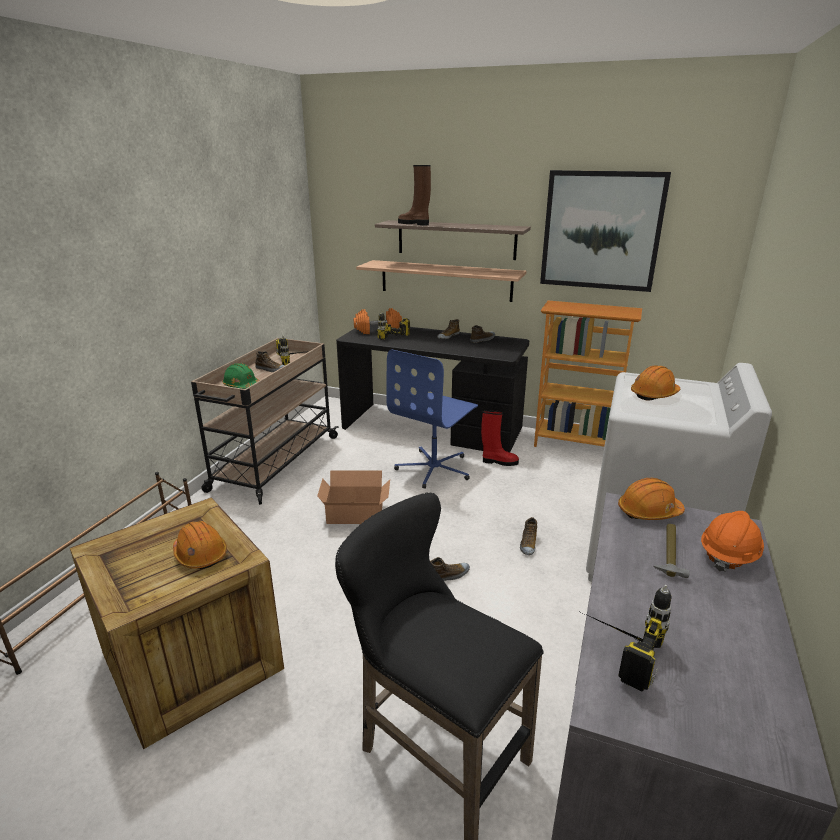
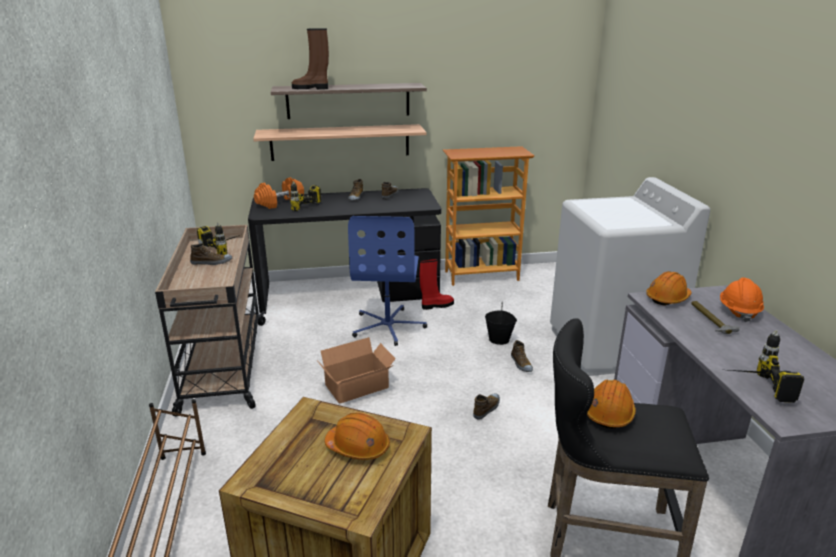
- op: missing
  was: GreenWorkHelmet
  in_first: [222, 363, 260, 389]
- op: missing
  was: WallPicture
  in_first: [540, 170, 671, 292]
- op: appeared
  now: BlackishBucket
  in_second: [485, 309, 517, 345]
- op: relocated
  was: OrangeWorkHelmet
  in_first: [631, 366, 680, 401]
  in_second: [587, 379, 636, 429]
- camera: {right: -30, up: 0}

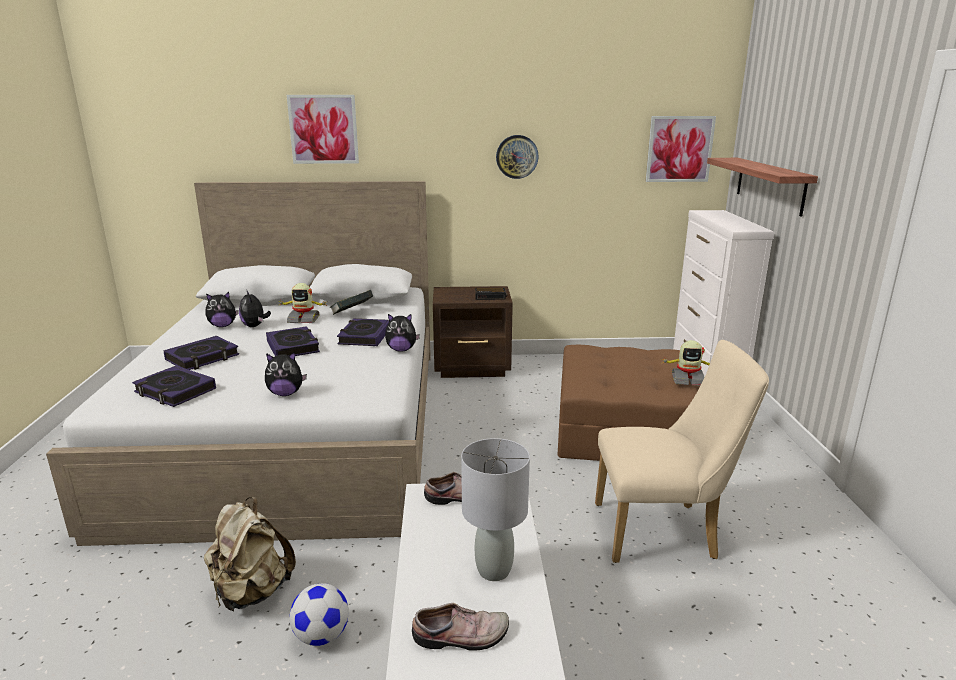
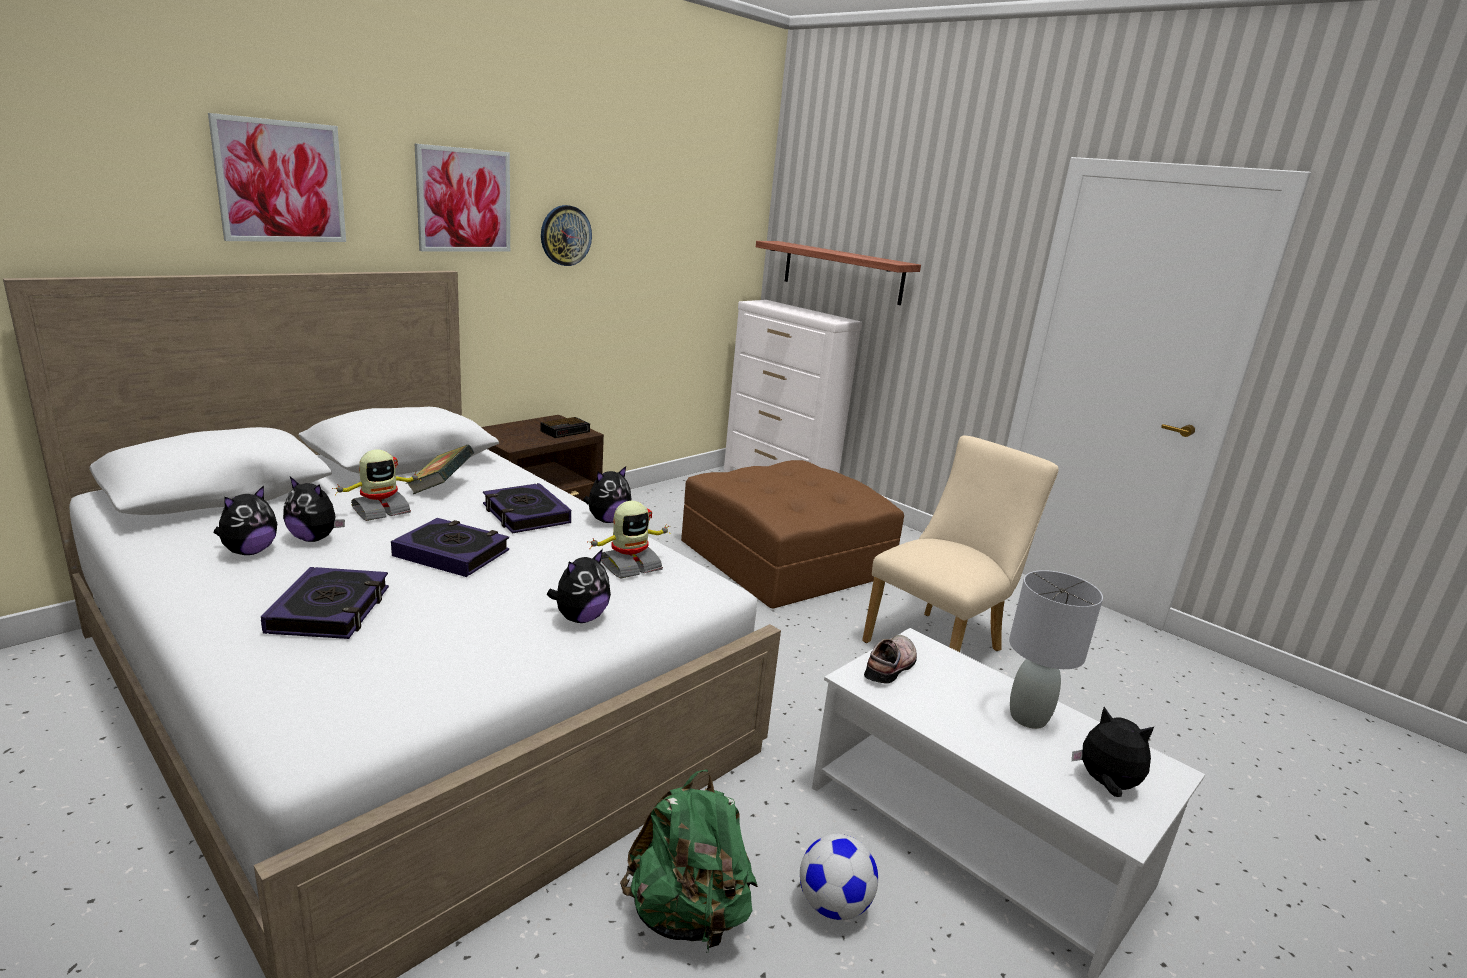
- op: missing
  was: Book
  in_first: [132, 366, 216, 407]
- op: relocated
  was: WallPicture
  in_first: [645, 116, 716, 182]
  in_second: [414, 143, 510, 251]
- op: relocated
  was: ToyRobot
  in_first: [662, 340, 710, 386]
  in_second: [589, 501, 671, 578]
- op: exchanged
  was: Shoe
  now: PlushToy
  in_first: [412, 603, 509, 651]
  in_second: [1072, 707, 1154, 797]
- op: colour
  was: BeigeColouredBackpack
  now: GreenBackpack
  in_first: [204, 497, 296, 611]
  in_second: [620, 769, 758, 951]
- camera: {right: -45, up: 0}

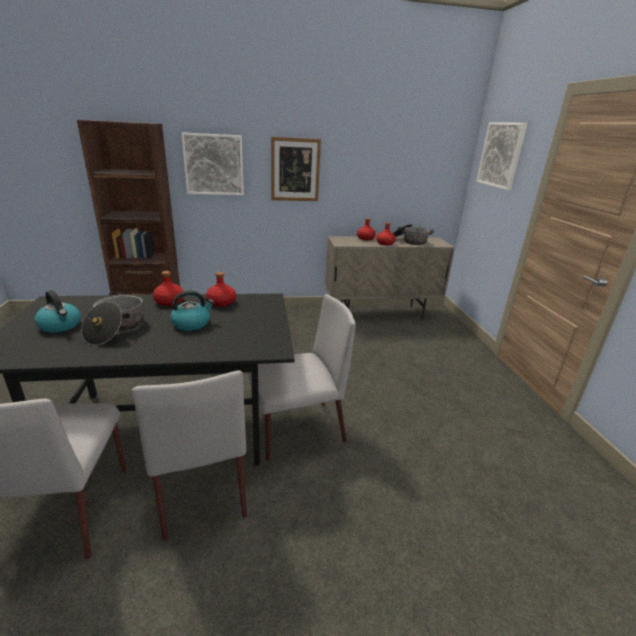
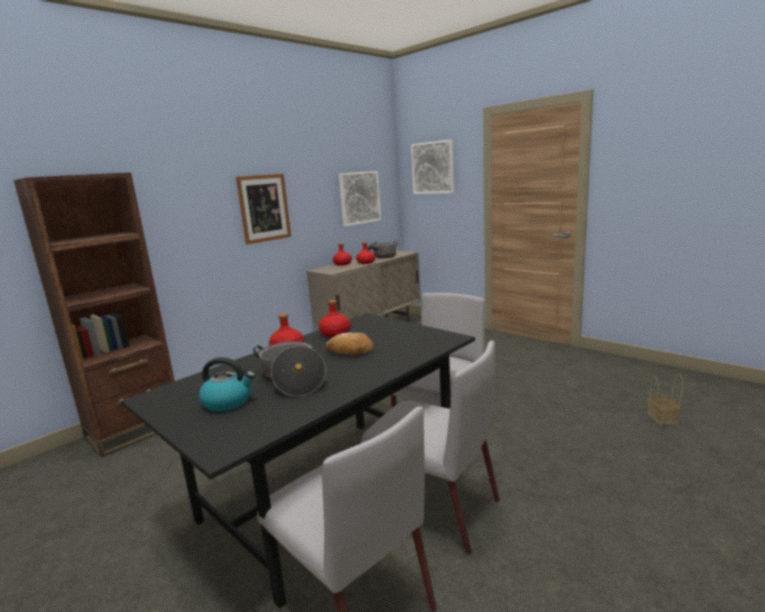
- op: appeared
  now: StorageBasket
  in_second: [648, 374, 683, 425]
- op: relocated
  was: WallPicture
  in_first: [181, 132, 244, 195]
  in_second: [338, 171, 381, 226]
- op: exchanged
  was: Kettle
  now: Bread
  in_first: [170, 290, 214, 331]
  in_second: [326, 332, 374, 355]
- camera: {right: -35, up: -10}

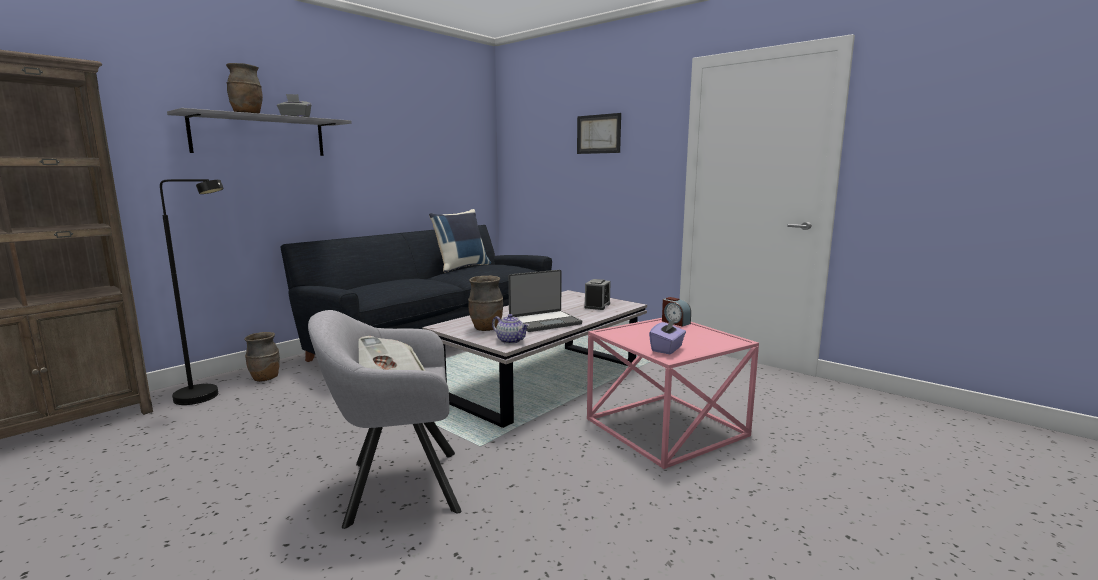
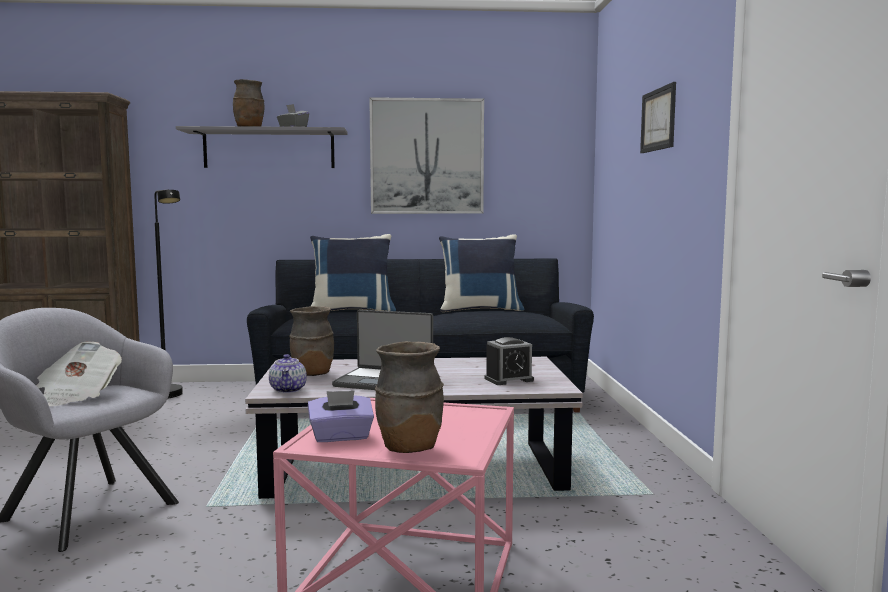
- op: missing
  was: AlarmClock
  in_first: [662, 297, 691, 327]
- op: appeared
  now: BluePillow
  in_second: [310, 234, 396, 311]
- op: appeared
  now: WallPicture
  in_second: [369, 97, 484, 214]
- op: relocated
  was: BrownVase
  in_first: [244, 332, 280, 382]
  in_second: [375, 341, 444, 453]
- camera: {right: 45, up: -5}

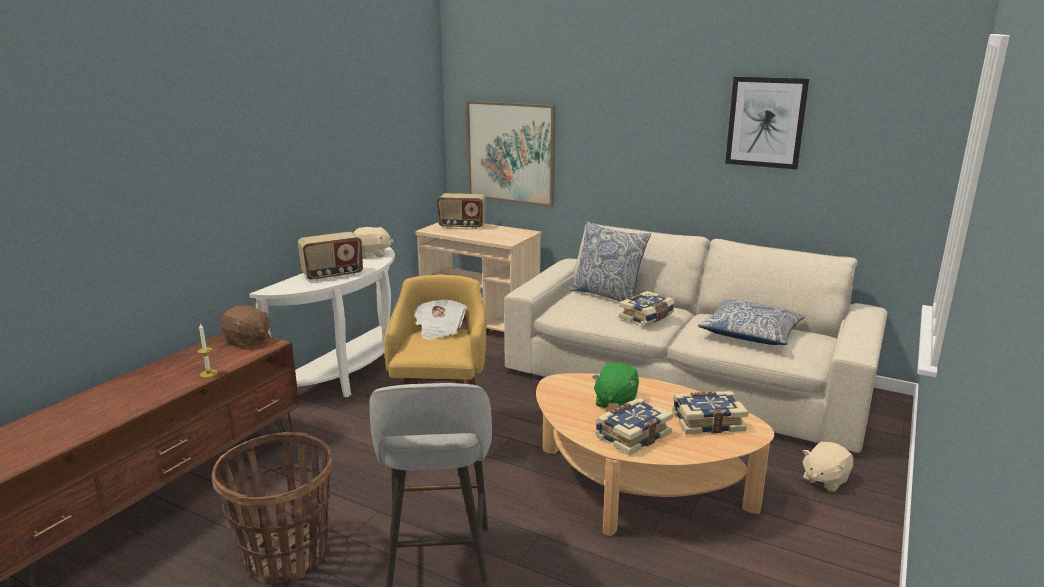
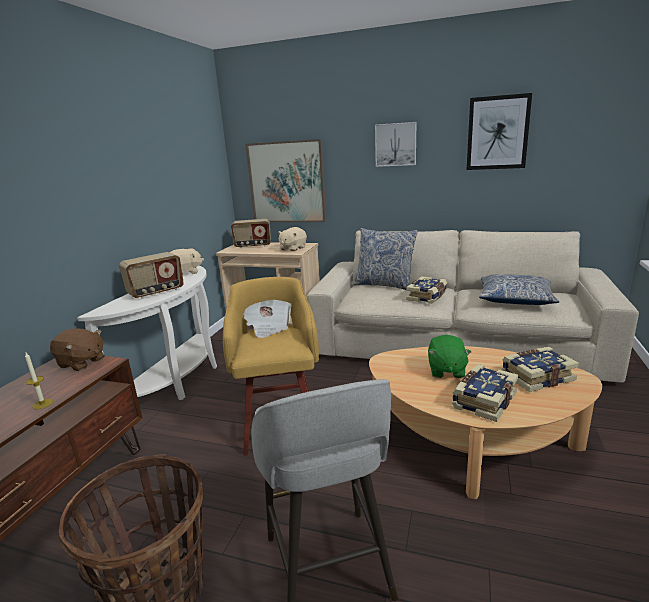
- op: appeared
  now: WallPicture
  in_second: [375, 122, 416, 167]
- op: relocated
  was: BeigeColouredPlushToy
  in_first: [802, 442, 853, 492]
  in_second: [278, 227, 307, 251]
- camera: {right: -10, up: 0}

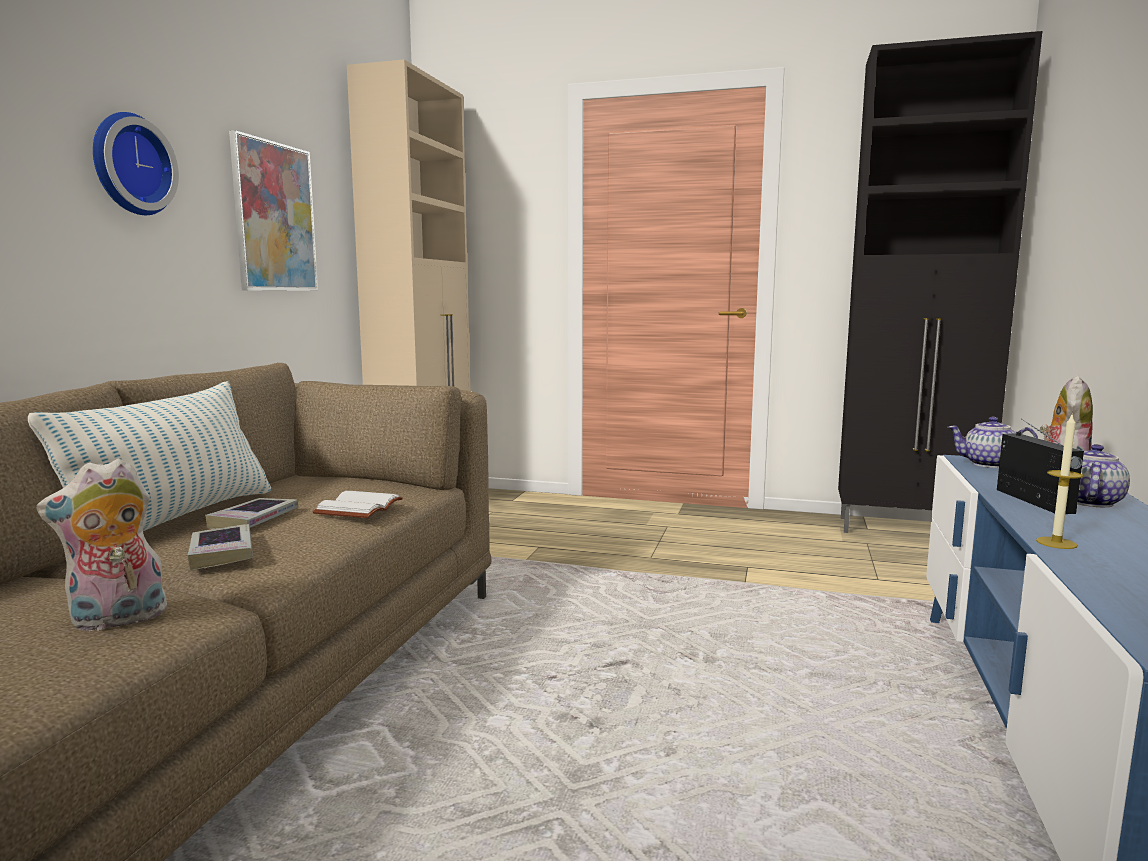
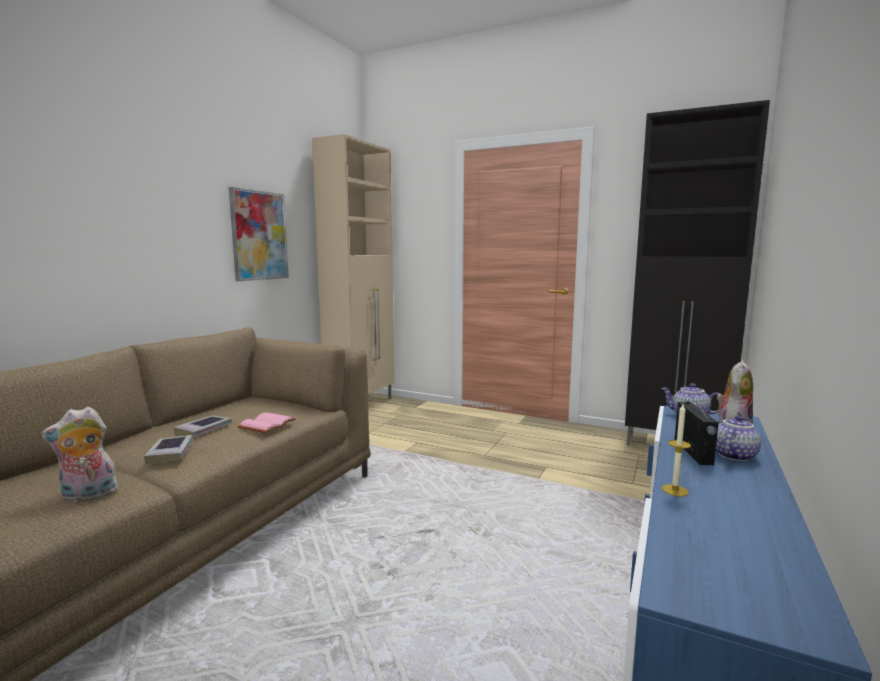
- op: missing
  was: Pillow
  in_first: [28, 381, 271, 531]
- op: missing
  was: ClockOnTheWall
  in_first: [93, 112, 179, 215]
- op: colour
  was: WhitishBook
  now: PinkBook
  in_first: [312, 491, 403, 518]
  in_second: [237, 412, 295, 433]
- camera: {right: 10, up: 0}

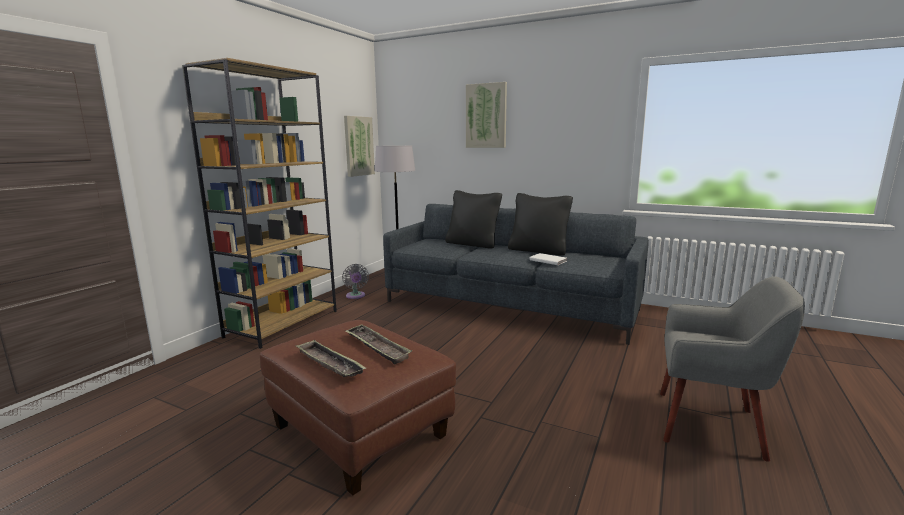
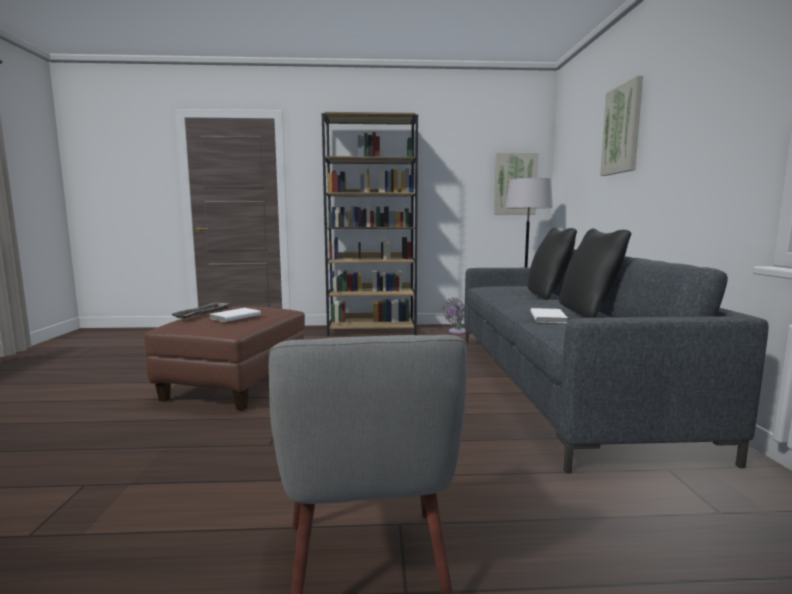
- op: exchanged
  was: CarryingTray
  now: WhitishBook
  in_first: [345, 324, 412, 364]
  in_second: [210, 308, 261, 322]
- camera: {right: 60, up: -5}

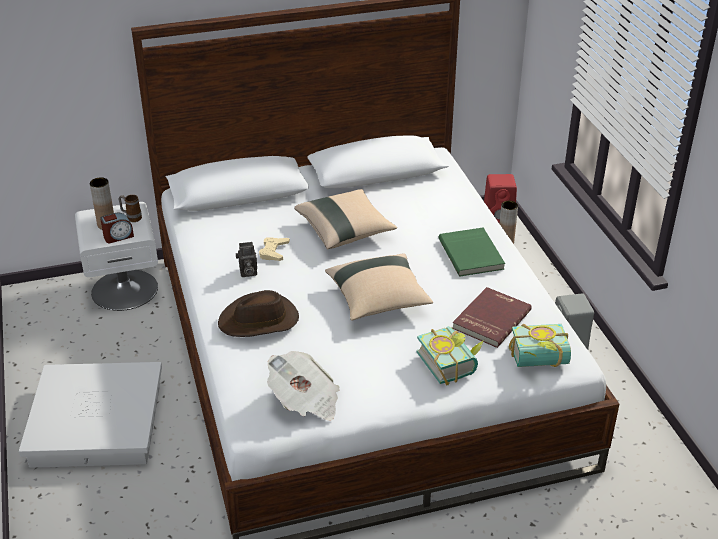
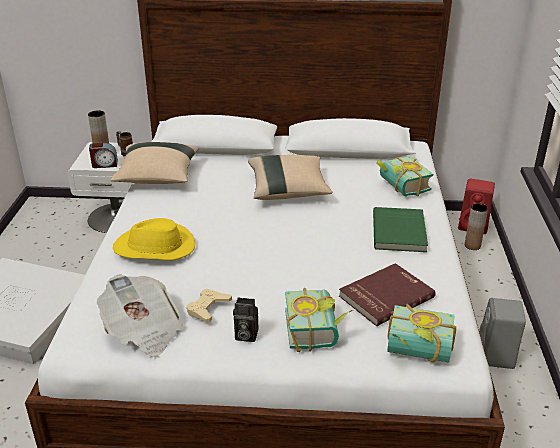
- op: appeared
  now: Book
  in_second: [376, 156, 433, 196]
- op: relocated
  was: StillCamera
  in_first: [236, 242, 257, 277]
  in_second: [233, 297, 259, 342]
- op: relocated
  was: BeigeColouredGameController
  in_first: [259, 237, 290, 261]
  in_second: [186, 289, 232, 322]
- op: relocated
  was: BeigeColouredPillow
  in_first: [325, 254, 433, 321]
  in_second: [110, 142, 198, 184]
- op: colour
  was: BrownHat
  now: YellowHat
  in_first: [218, 290, 299, 337]
  in_second: [113, 218, 195, 260]
- camera: {right: 20, up: -5}

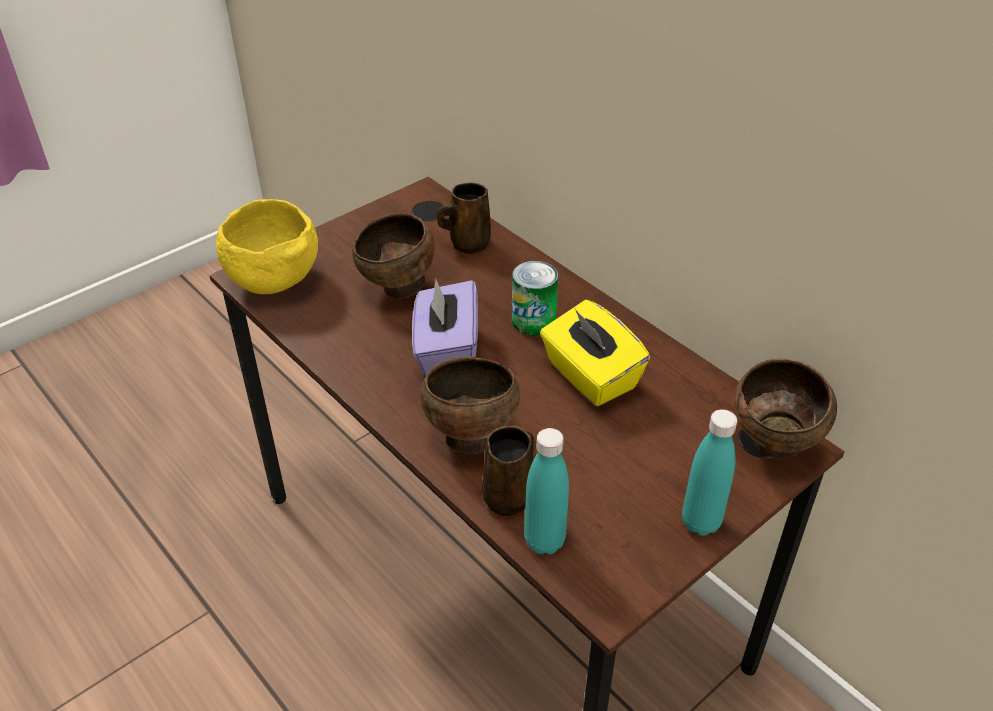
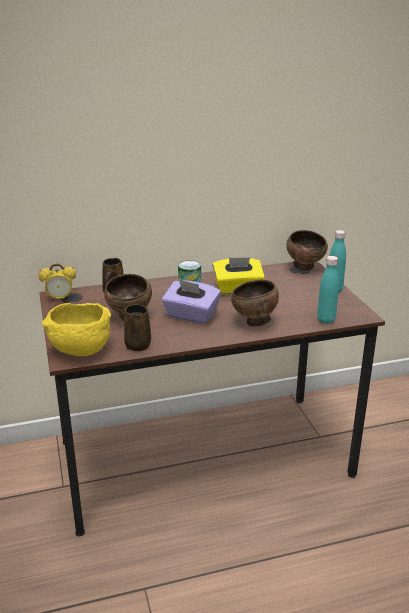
- op: appeared
  now: AlarmClock
  in_second: [39, 264, 76, 301]
- op: relocated
  was: BrownTeaMug
  in_first: [482, 426, 534, 516]
  in_second: [124, 304, 151, 351]
- camera: {right: -65, up: -15}

